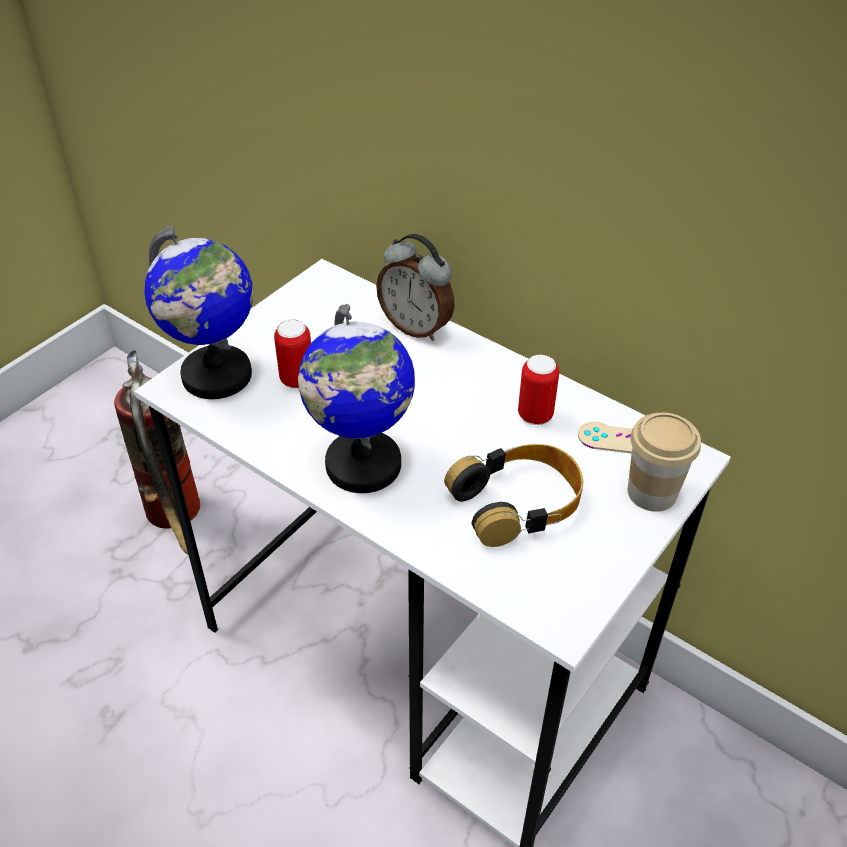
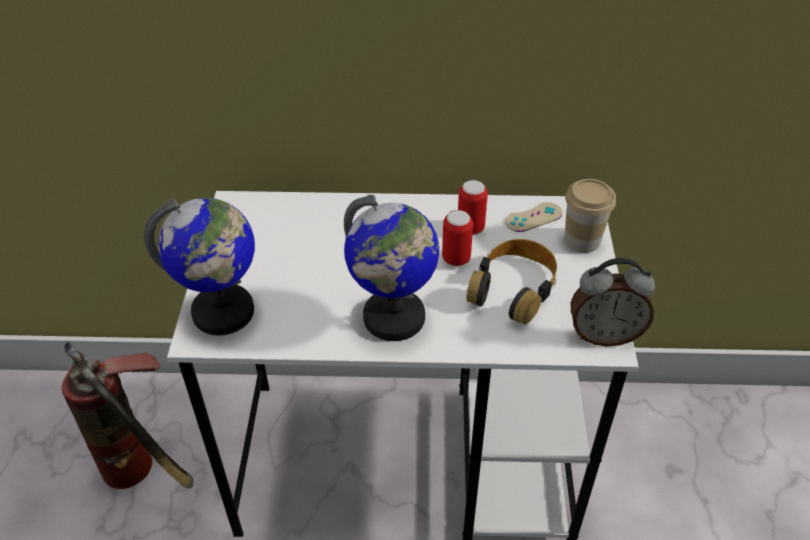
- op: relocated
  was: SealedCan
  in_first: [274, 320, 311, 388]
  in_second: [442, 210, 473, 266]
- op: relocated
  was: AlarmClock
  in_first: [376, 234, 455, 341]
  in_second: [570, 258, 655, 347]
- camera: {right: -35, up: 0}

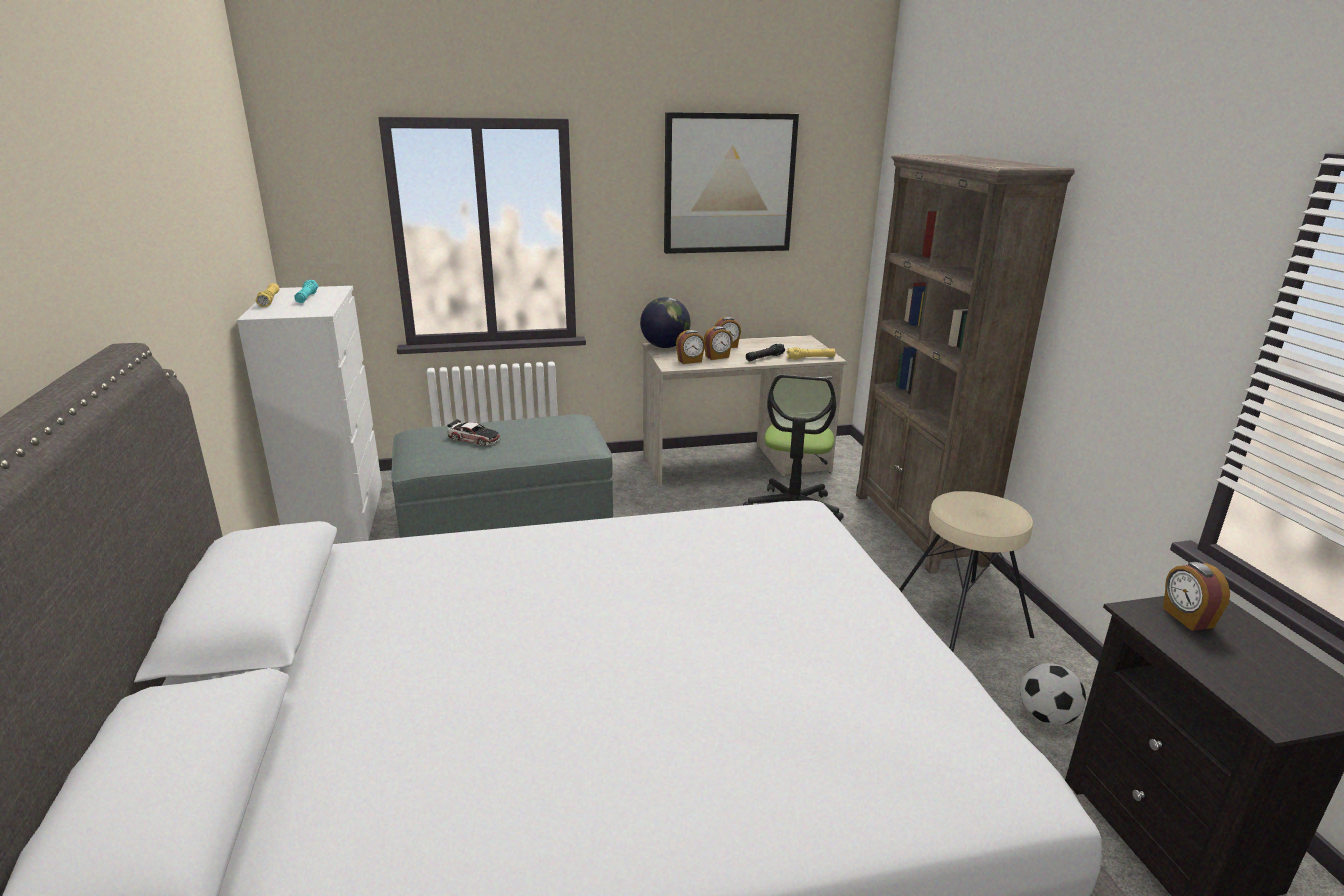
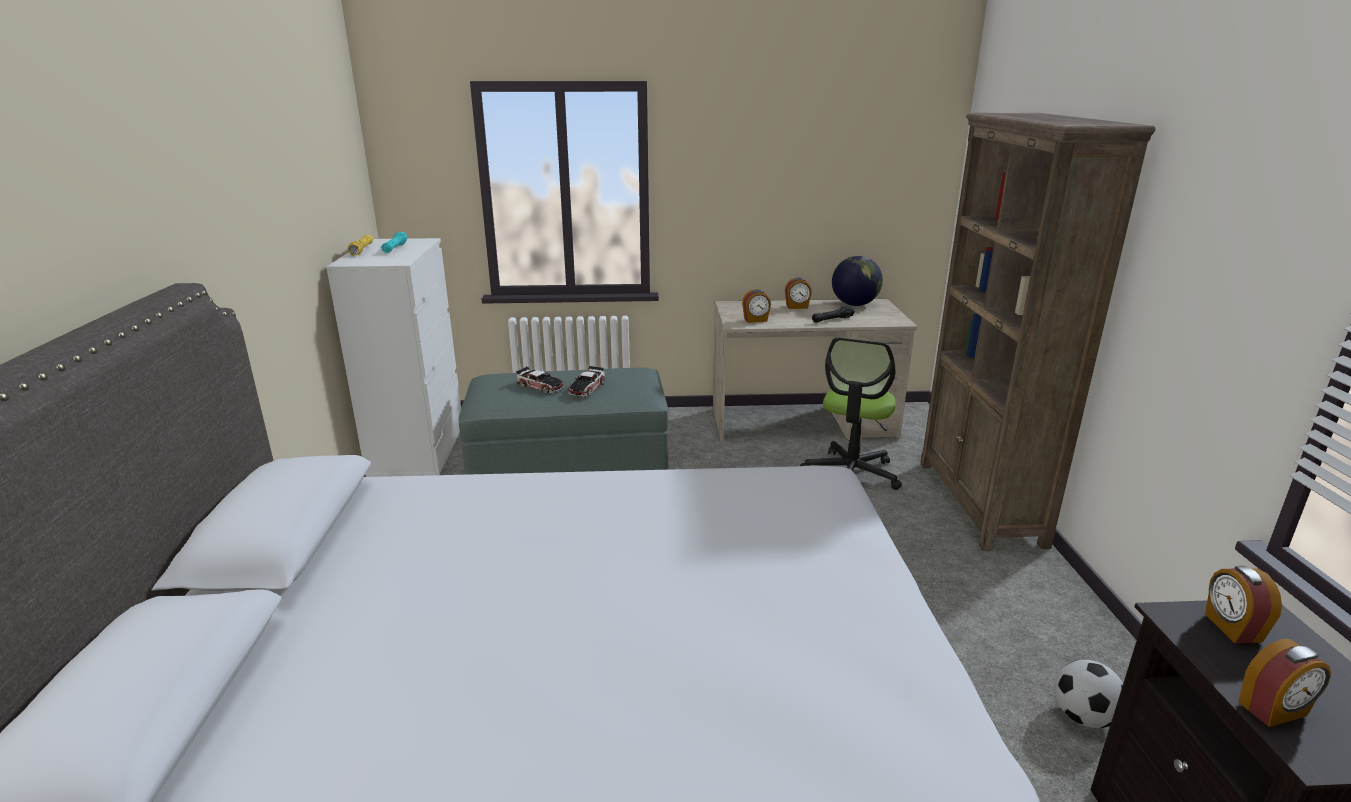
- op: missing
  was: WallPicture
  in_first: [664, 112, 799, 254]
- op: missing
  was: YellowHandTorch
  in_first: [787, 347, 835, 359]
- op: missing
  was: BeigeColouredStoolSeat
  in_first: [899, 491, 1034, 652]
- op: appeared
  now: MiniatureCar
  in_second: [568, 366, 605, 397]
- op: relocated
  was: DeskGlobe
  in_first: [640, 297, 691, 348]
  in_second: [832, 256, 883, 306]
- op: relocated
  was: AlarmClock
  in_first: [704, 326, 733, 360]
  in_second: [1238, 639, 1331, 727]
- camera: {right: 10, up: 0}

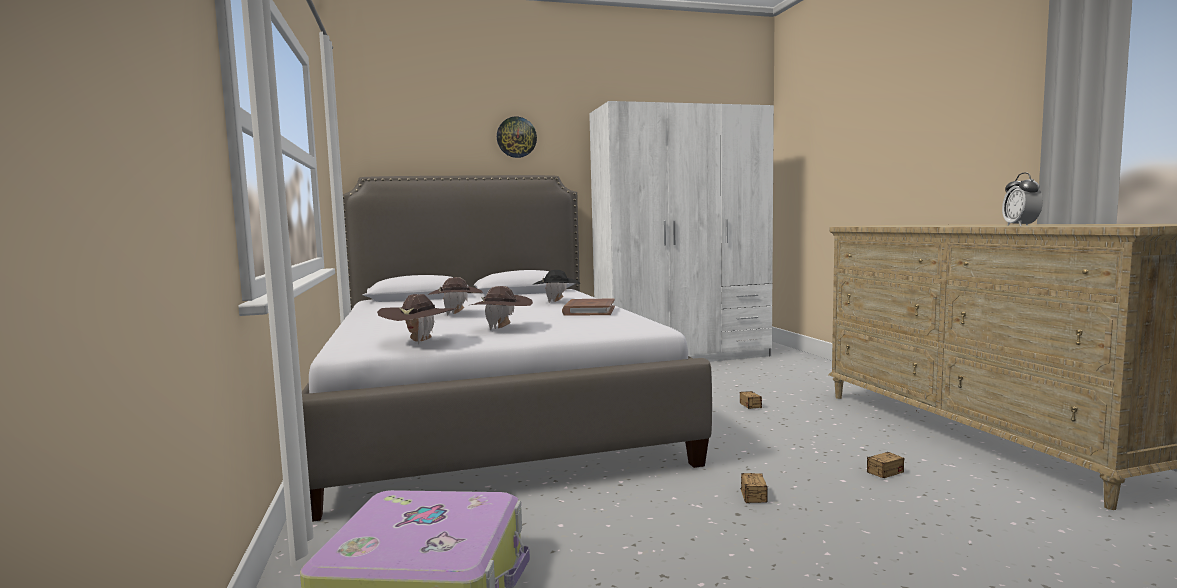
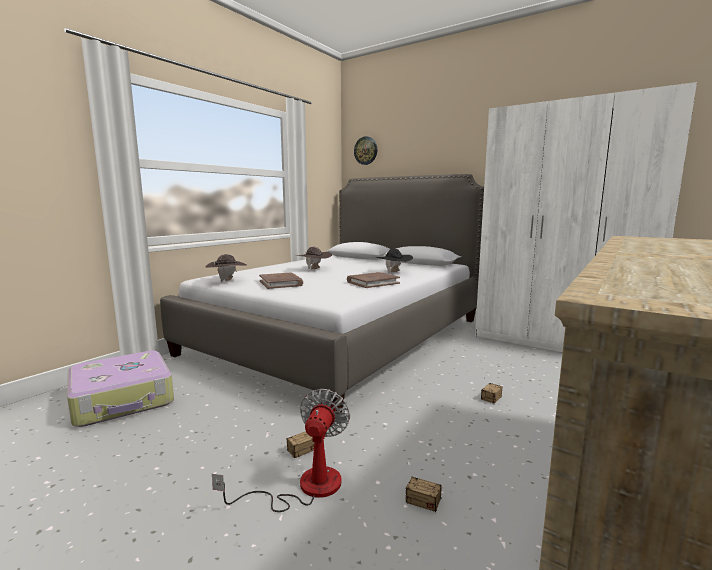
- op: missing
  was: AlarmClock
  in_first: [1002, 173, 1043, 226]
- op: appeared
  now: Fan
  in_second: [212, 389, 350, 512]
- op: relocated
  was: ClockOnTheWall
  in_first: [497, 117, 537, 158]
  in_second: [354, 136, 377, 165]
- op: exchanged
  was: BrownHat
  now: BrownBook
  in_first: [471, 286, 533, 330]
  in_second: [259, 272, 303, 289]
- camera: {right: 50, up: 5}

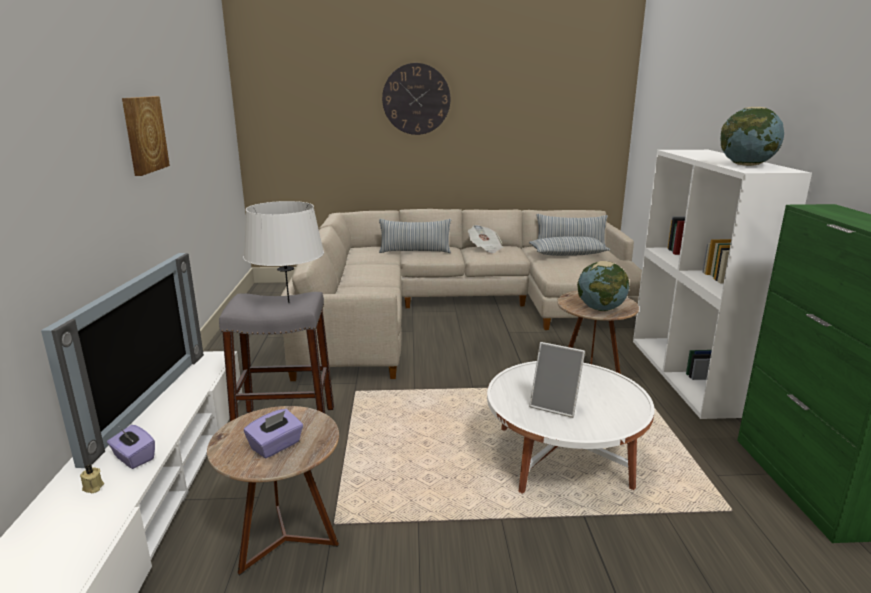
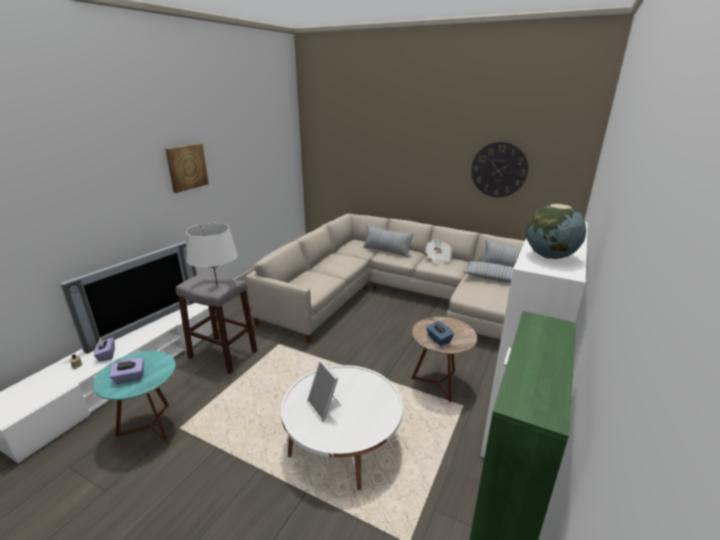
- op: relocated
  was: ClockOnTheWall
  in_first: [382, 63, 450, 135]
  in_second: [471, 142, 528, 197]
- op: exchanged
  was: DeskGlobe
  now: BlueBoxOfTissues
  in_first: [577, 261, 630, 311]
  in_second: [426, 321, 454, 346]
- op: colour
  was: BrownAccentTable
  now: TurquoiseAccentTable
  in_first: [207, 406, 339, 575]
  in_second: [93, 351, 176, 443]
- camera: {right: 30, up: 5}

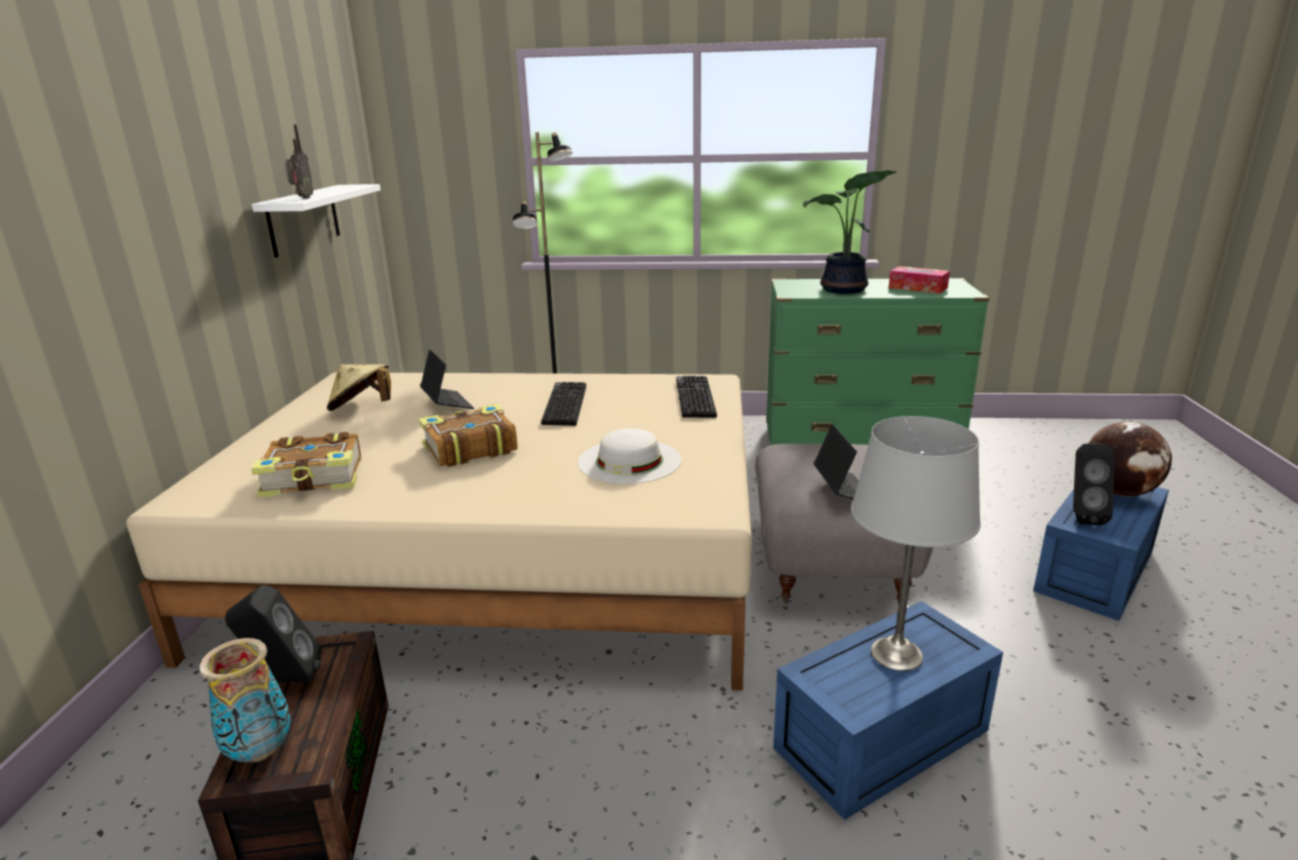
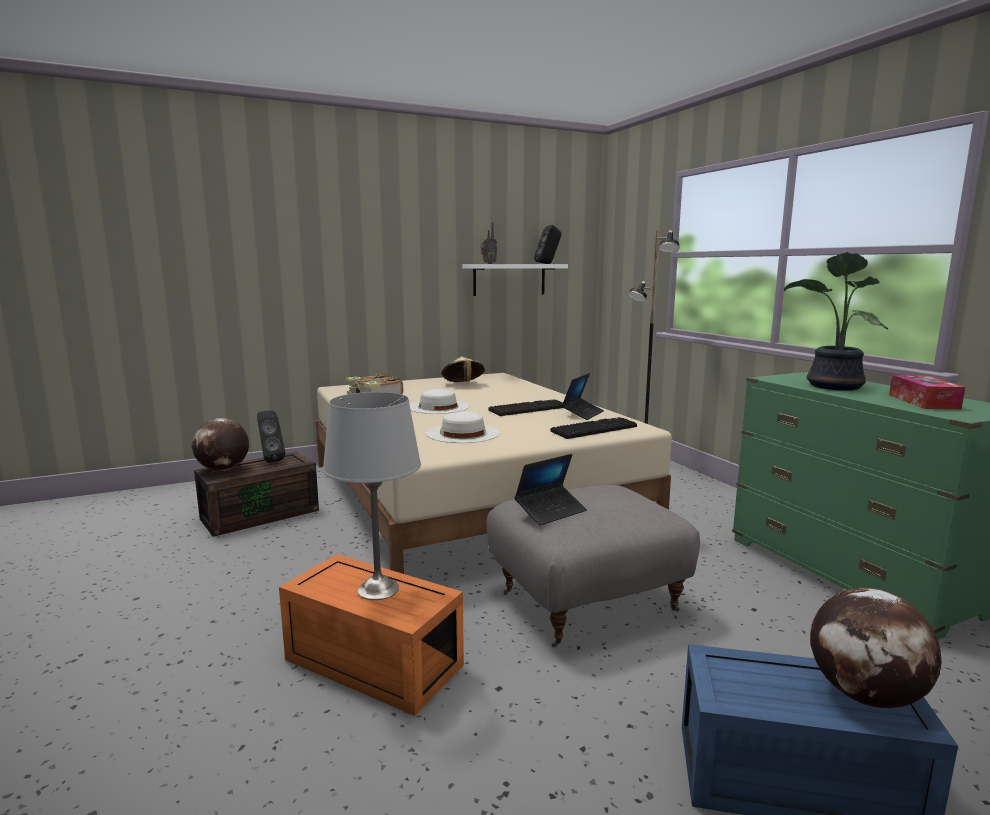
- op: relocated
  was: PortableComputer
  in_first: [420, 350, 474, 409]
  in_second: [561, 373, 604, 420]
- op: relocated
  was: BlackishAudioSpeaker
  in_first: [1073, 443, 1115, 525]
  in_second: [534, 225, 561, 264]
- op: exchanged
  was: Vase
  now: DeskGlobe
  in_first: [199, 638, 291, 762]
  in_second: [192, 418, 249, 471]
- op: exchanged
  was: Book
  now: WhitishHat
  in_first: [419, 404, 518, 467]
  in_second: [410, 389, 469, 414]
- op: colour
  was: BlueStorageContainer
  now: OrangeStorageContainer
  in_first: [773, 601, 1003, 820]
  in_second: [279, 554, 464, 716]
- camera: {right: 60, up: -10}

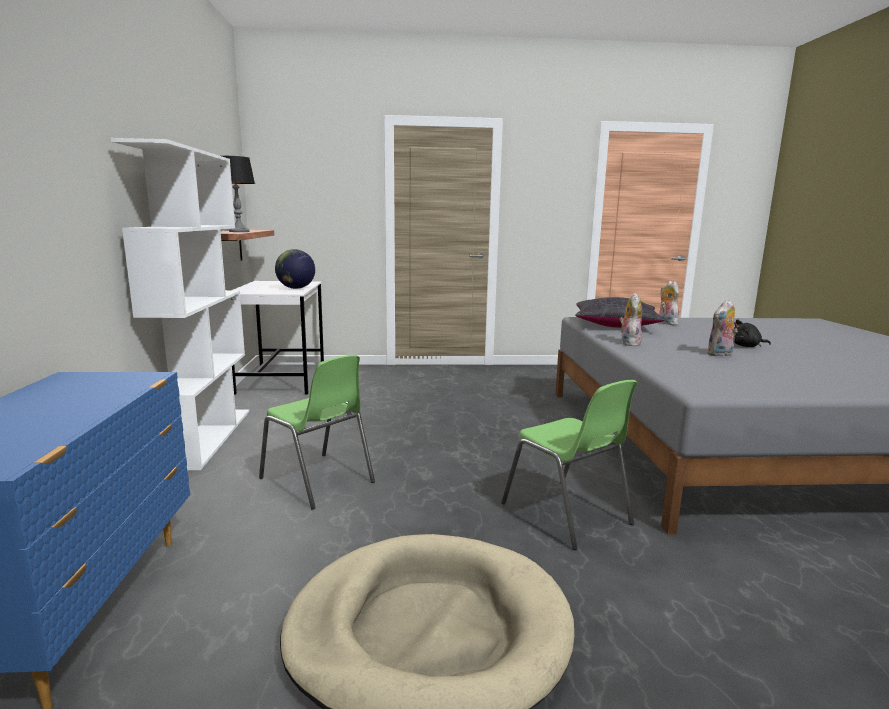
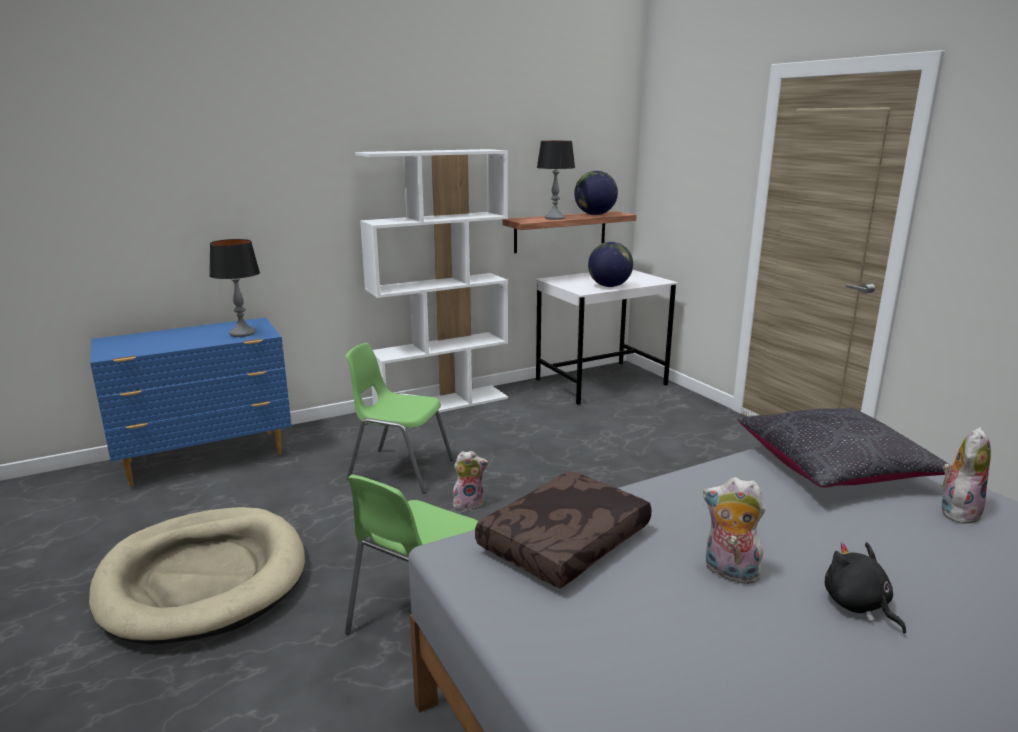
- op: appeared
  now: LampForATable
  in_second: [209, 239, 260, 337]
- op: appeared
  now: BrownPillow
  in_second: [475, 471, 652, 588]
- op: appeared
  now: DeskGlobe
  in_second: [574, 171, 618, 215]
- op: relocated
  was: PlushToy
  in_first: [619, 293, 642, 346]
  in_second: [453, 451, 488, 511]
- op: spun
  was: GreenUprightChair
  in_first: [259, 355, 375, 509]
  in_second: [345, 343, 454, 494]
  clockwise: 90
- camera: {right: 65, up: 5}

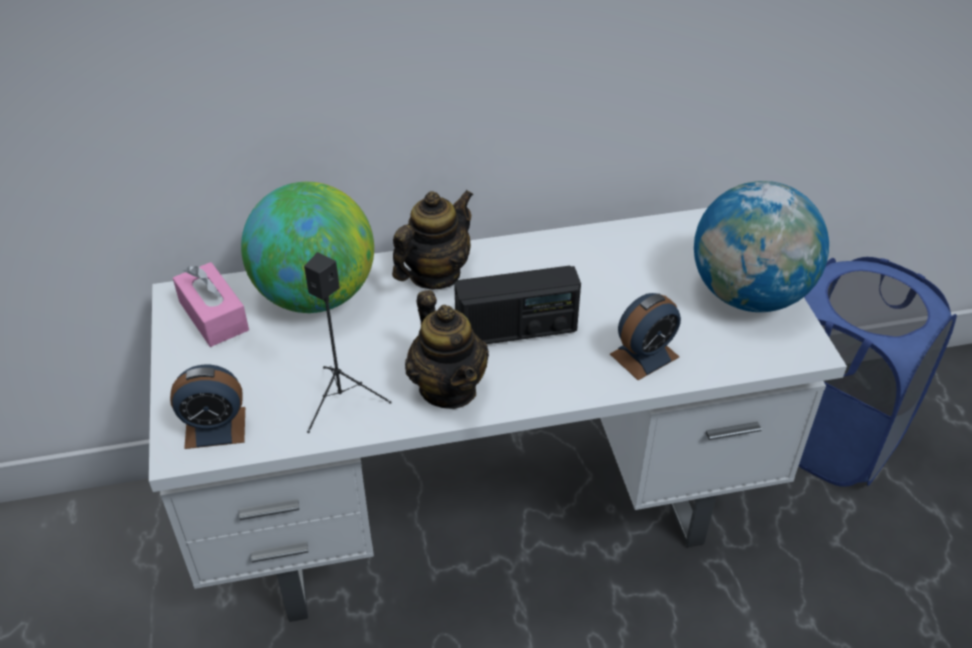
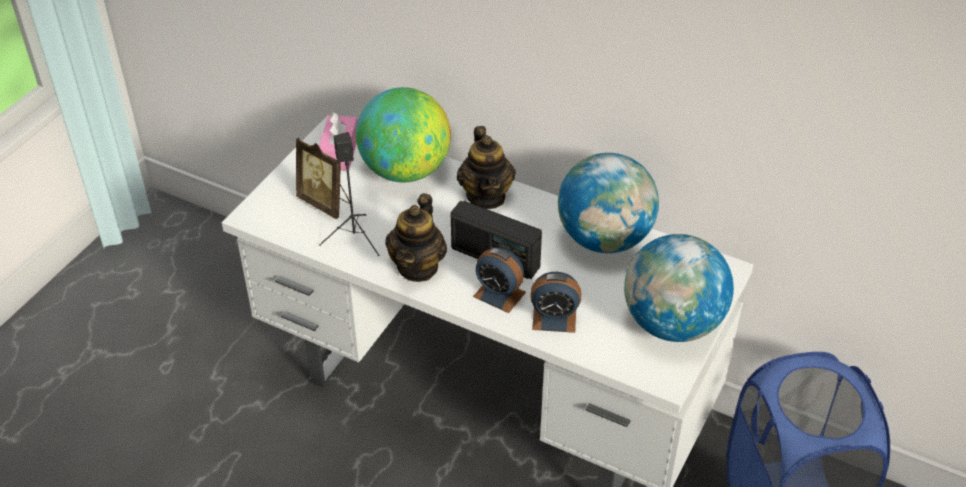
- op: appeared
  now: StandingFrame
  in_second: [296, 138, 350, 219]
- op: appeared
  now: DeskGlobe
  in_second: [558, 153, 659, 253]
- op: relocated
  was: AlarmClock
  in_first: [170, 365, 245, 449]
  in_second: [473, 247, 526, 313]
- op: spun
  was: PotForTea
  in_first: [392, 190, 473, 290]
  in_second: [457, 126, 516, 209]
  clockwise: 90
- camera: {right: 40, up: 0}

